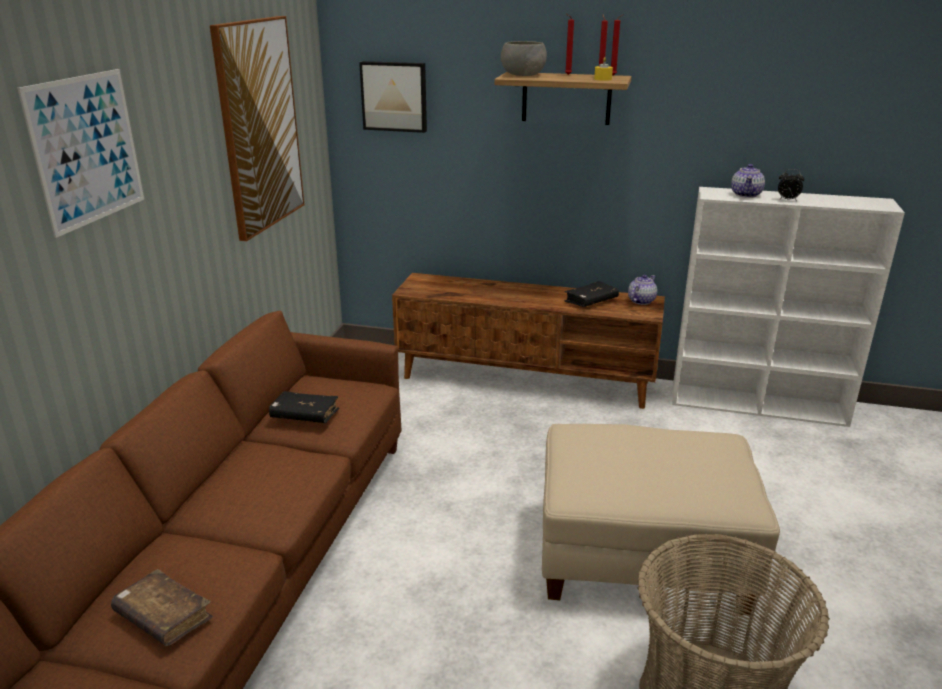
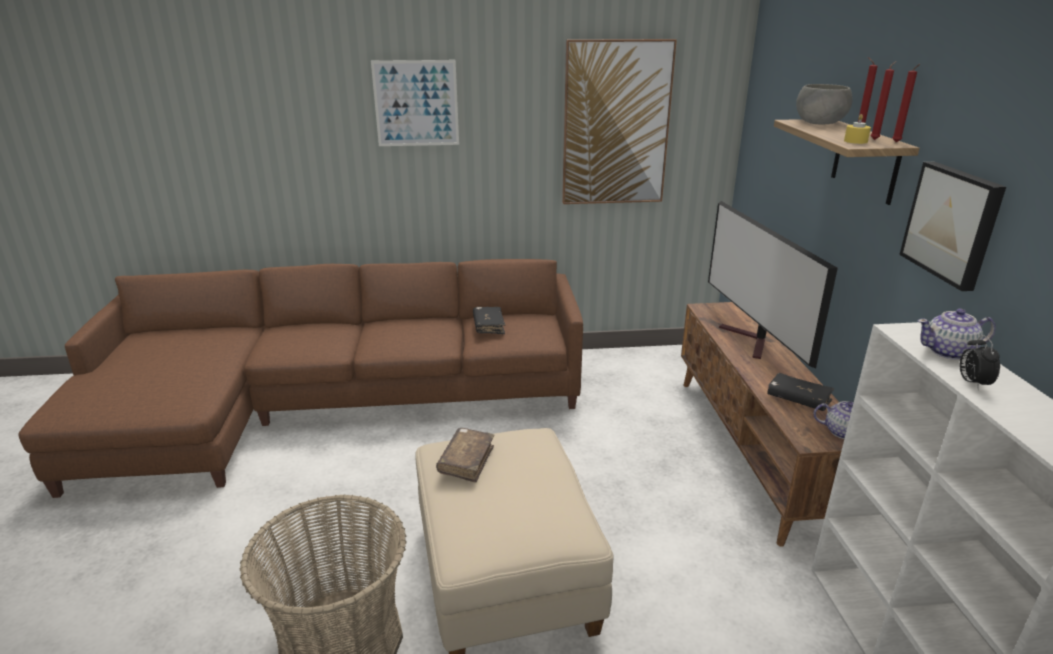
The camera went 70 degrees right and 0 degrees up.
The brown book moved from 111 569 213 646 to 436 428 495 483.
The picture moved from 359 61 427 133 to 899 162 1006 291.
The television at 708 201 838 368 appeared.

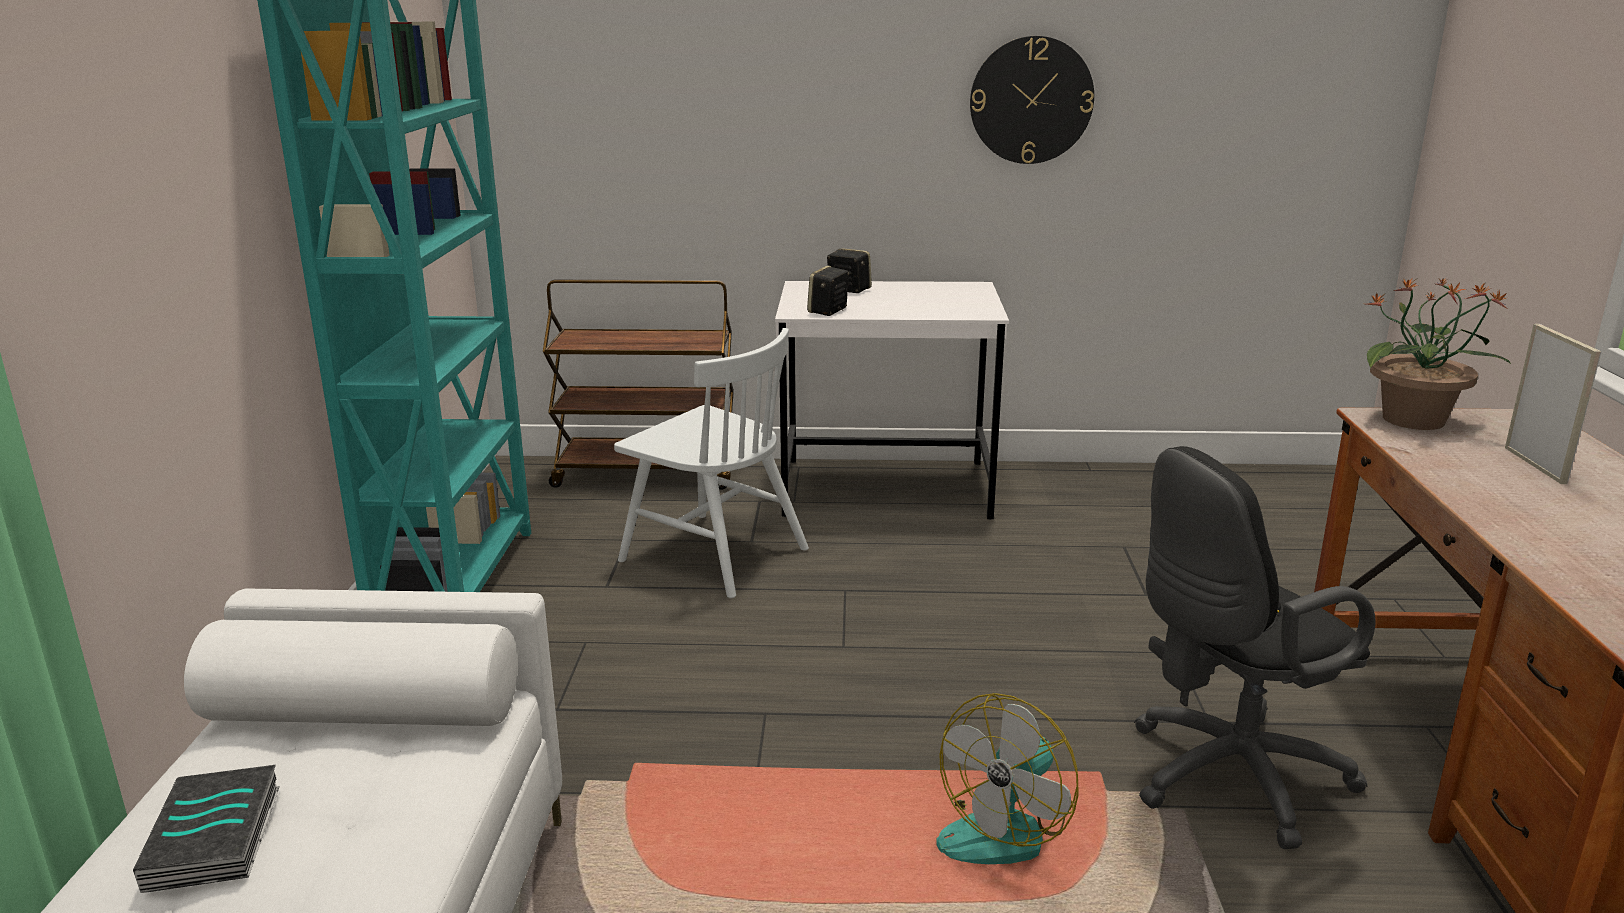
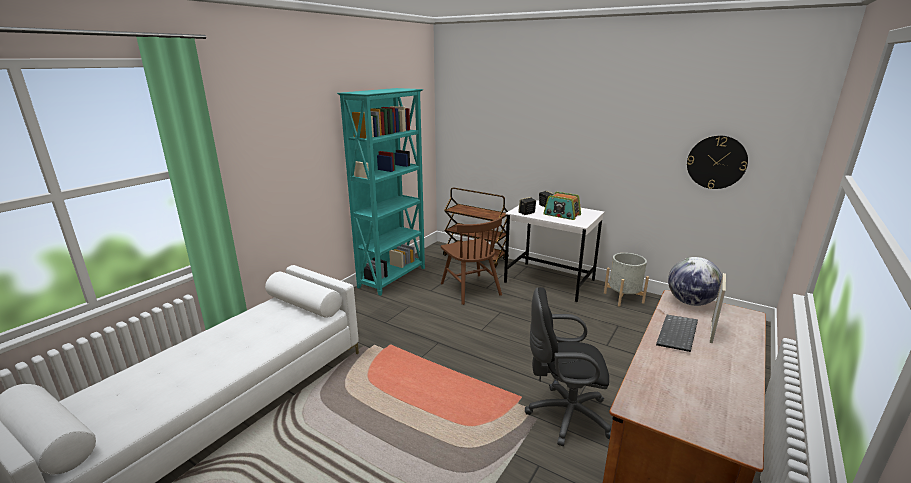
The camera went 30 degrees right and 0 degrees up.
The book at 133 765 280 893 disappeared.
The white chair at 614 328 809 598 became the brown chair at 441 217 502 305.
The fan at 936 693 1079 864 disappeared.
The wall clock moved from 970 36 1094 164 to 687 136 748 189.
The potted plant at 1366 277 1512 430 was replaced by the globe at 668 257 722 306.
The radio at 543 192 581 220 appeared.
The grey planter at 604 253 649 307 appeared.
The keyboard at 656 315 698 352 appeared.

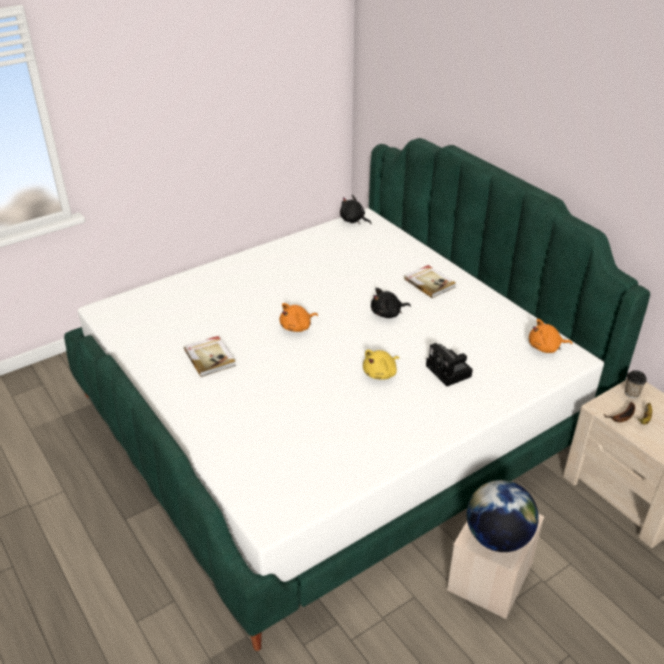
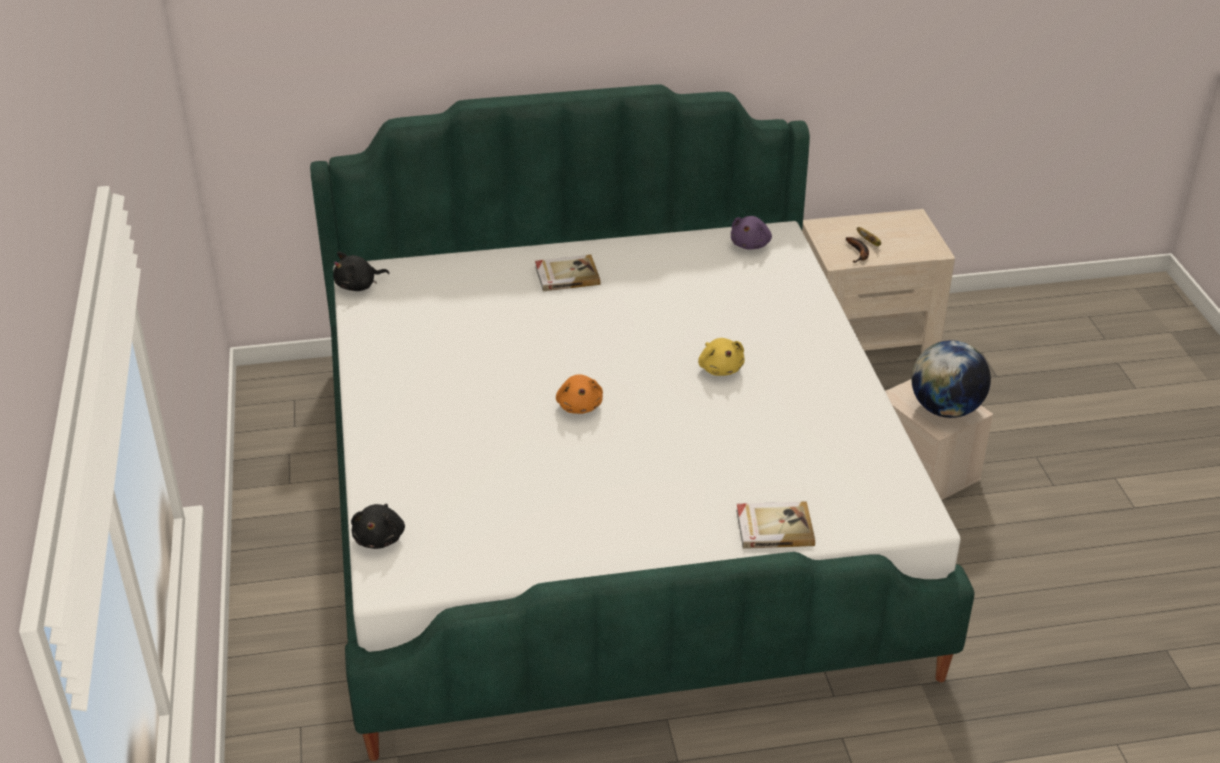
The camera went 65 degrees left and 0 degrees up.
The book moved from 184 336 236 377 to 736 501 815 549.
The black plush toy moved from 371 288 411 318 to 351 504 405 549.
The photo camera at 426 343 473 386 disappeared.
The orange plush toy at 529 319 572 353 became the purple plush toy at 731 216 772 250.
The cup at 625 370 647 398 disappeared.

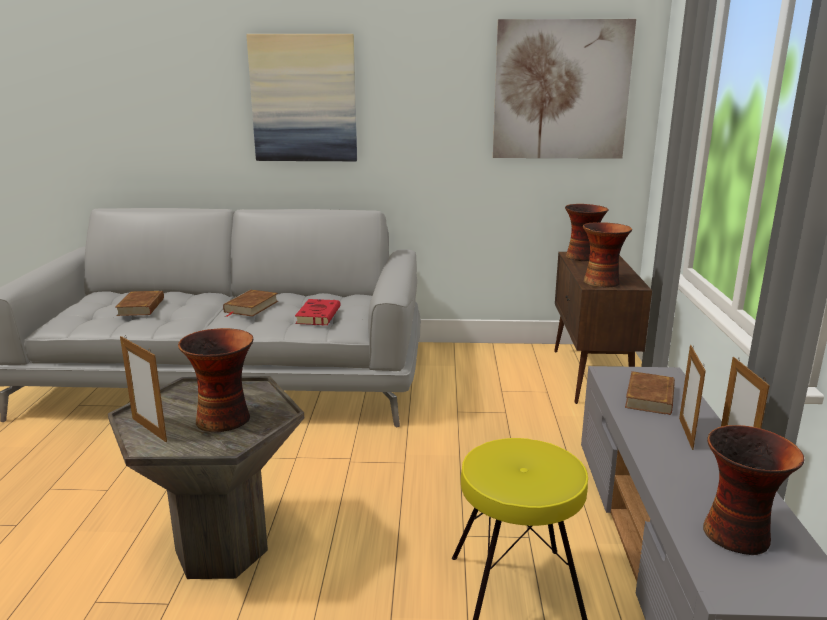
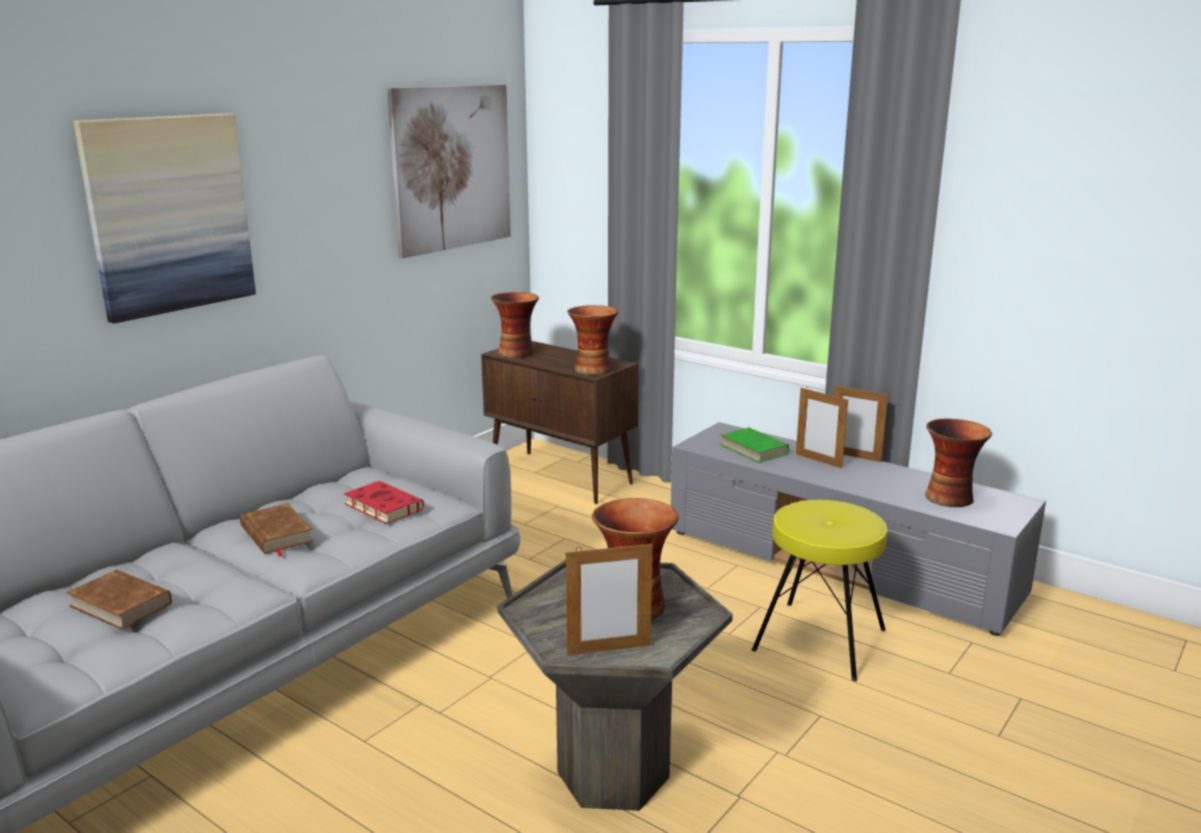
The camera went 55 degrees left and 0 degrees up.
The brown book at 625 371 675 415 became the green book at 720 427 789 463.

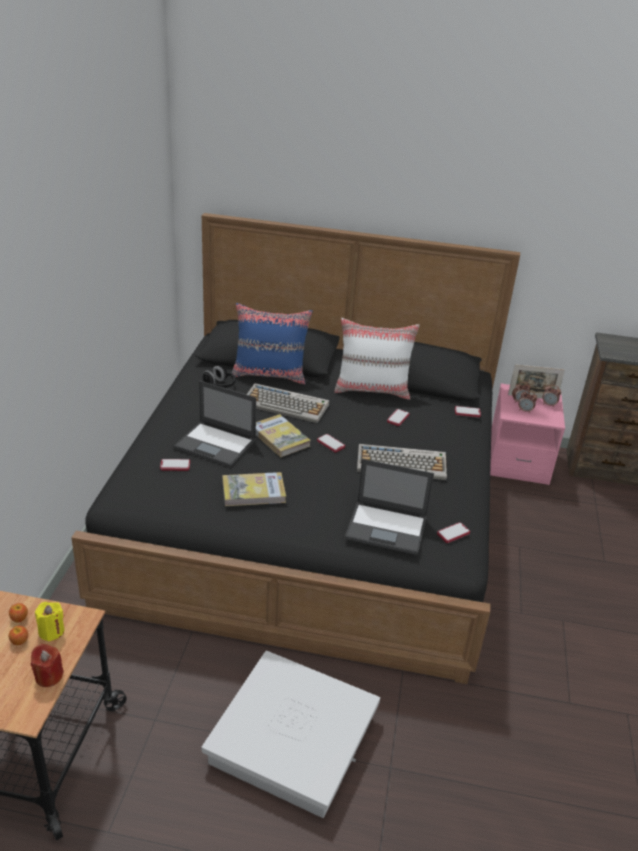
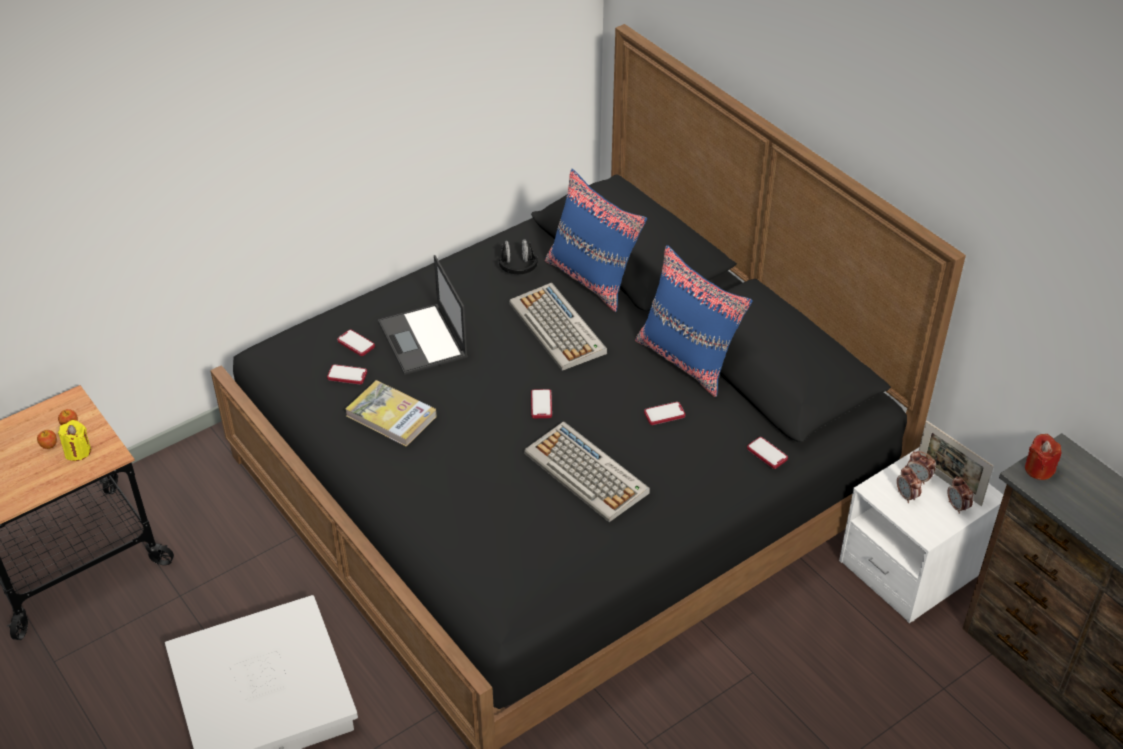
The camera went 45 degrees right and 10 degrees up.
The red candle moved from 31 644 64 687 to 1025 434 1062 480.
The book at 256 414 311 457 disappeared.
The white pillow at 334 318 419 400 became the blue pillow at 635 245 753 397.
The laptop at 345 459 434 555 disappeared.
The phone moved from 437 522 470 543 to 327 365 367 384.
The pink nightstand at 490 383 565 485 became the white nightstand at 839 448 1003 623.

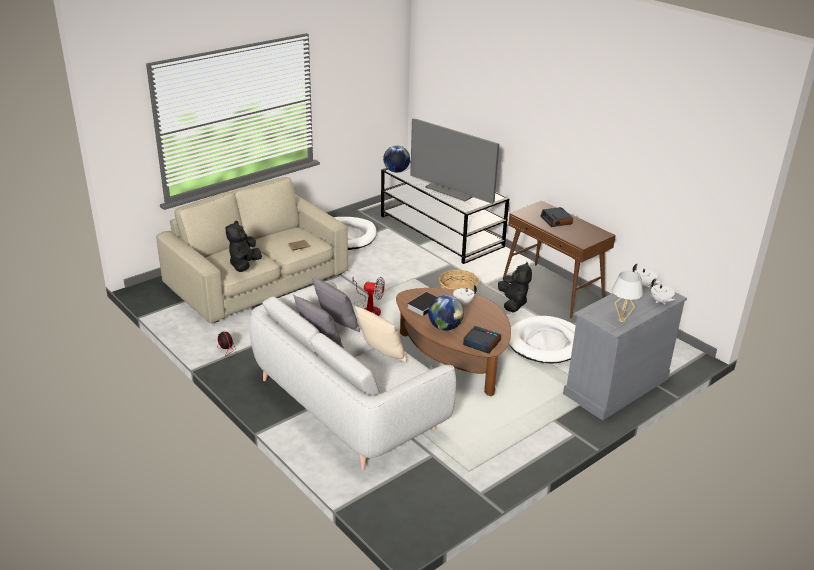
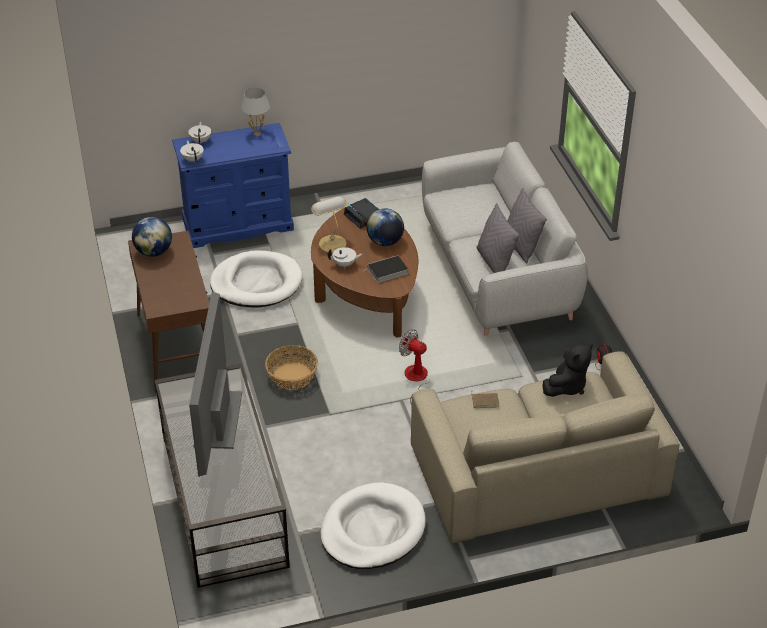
The camera went 155 degrees left and 10 degrees up.
The beige pillow at 355 306 407 363 disappeared.
The globe moved from 383 145 410 173 to 132 217 172 257.
The television at 410 119 499 204 turned 150 degrees counterclockwise.
The black plush toy at 498 262 532 312 disappeared.
The alarm clock at 541 207 573 227 disappeared.
The grey dresser at 563 283 687 420 became the blue dresser at 172 123 294 248.
The table lamp at 311 196 350 253 appeared.

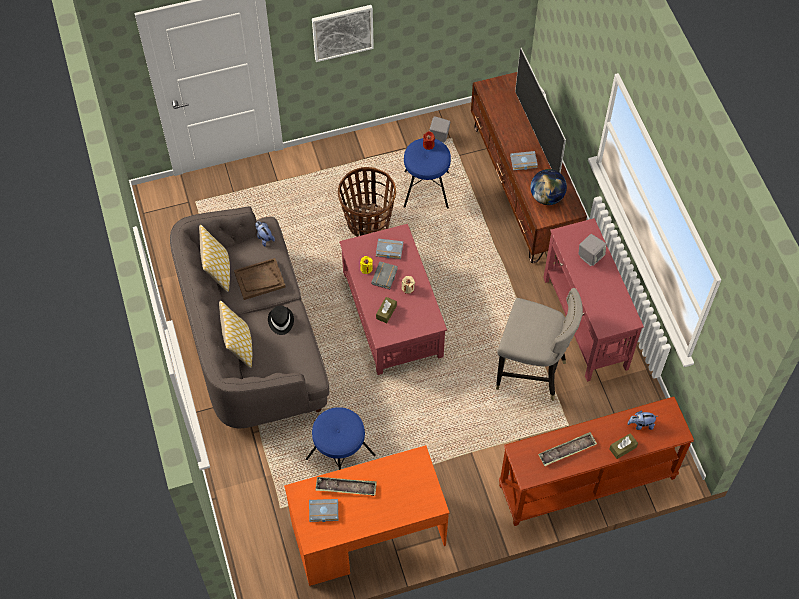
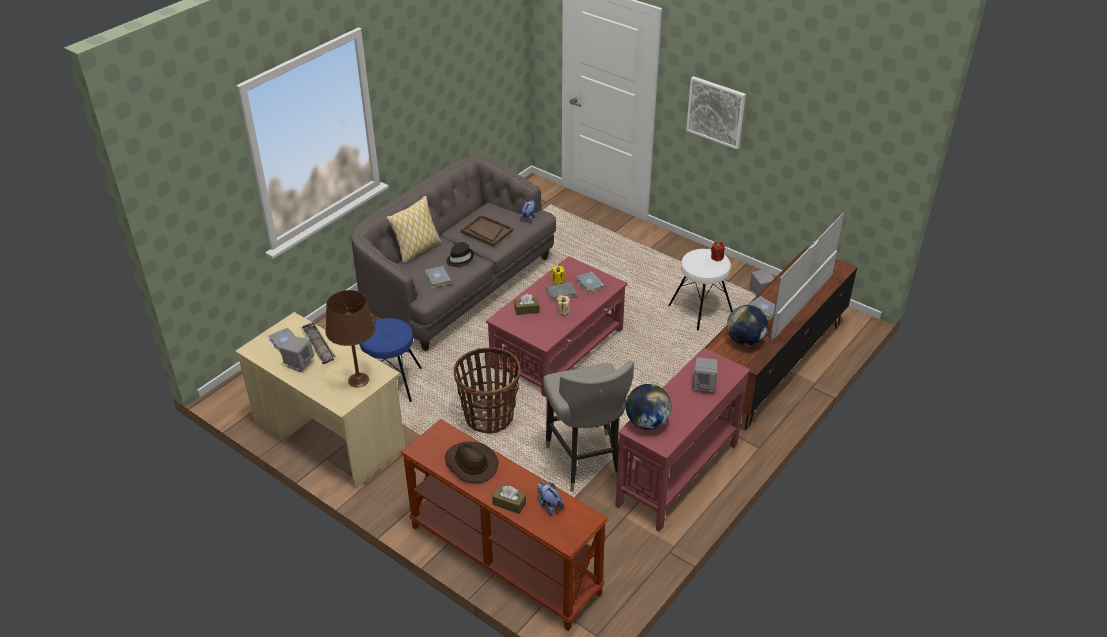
The camera went 55 degrees right and 20 degrees down.
The pillow at 199 225 230 292 disappeared.
The orange desk at 284 445 449 586 became the beige desk at 235 312 405 489.
The basket moved from 338 167 396 237 to 454 347 521 434.
The blue stool at 404 138 451 208 became the white stool at 668 249 733 330.
The tray at 538 432 597 466 was replaced by the brown hat at 445 442 499 483.
The grey speaker at 280 336 314 372 appeared.
The brown table lamp at 326 290 376 387 appeared.
The grey book at 425 266 452 288 appeared.
The globe at 626 384 672 430 appeared.

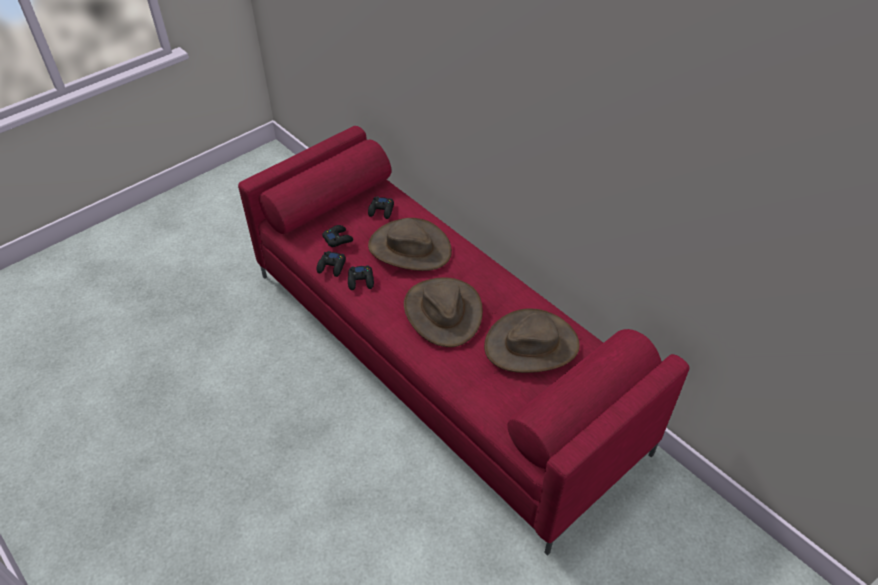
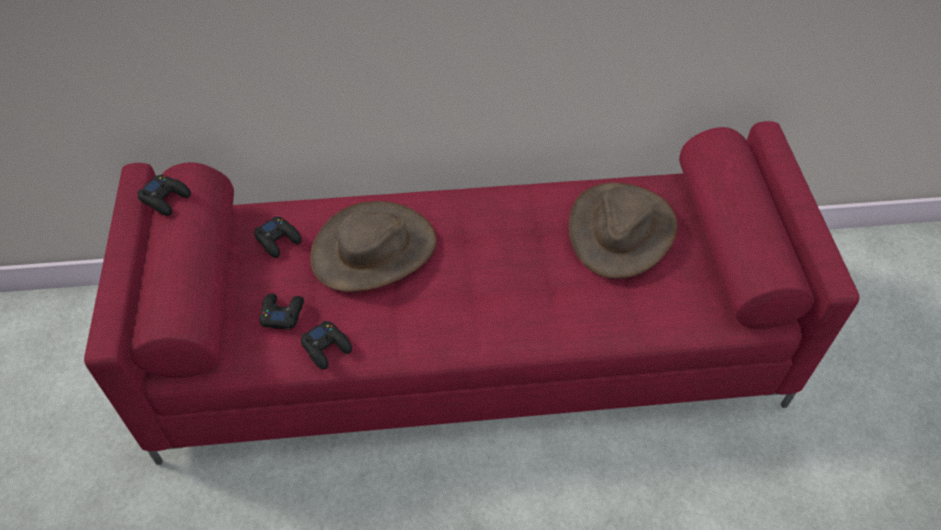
The camera went 55 degrees left and 5 degrees up.
The black game controller moved from 348 265 374 290 to 137 175 191 216.
The brown hat at 404 277 483 347 disappeared.

